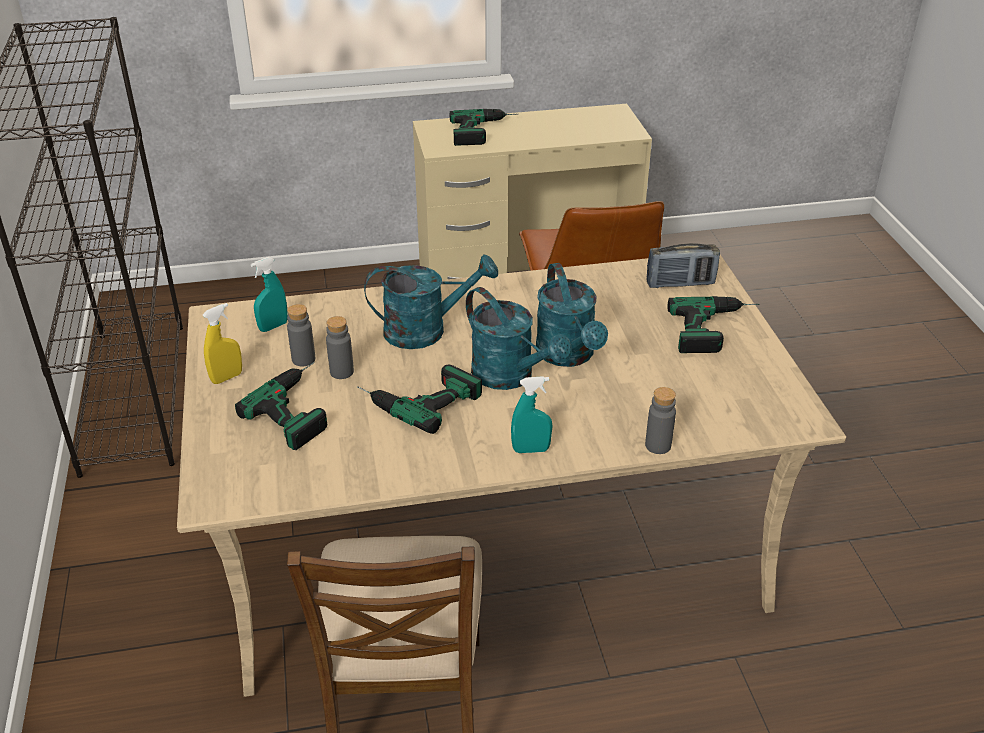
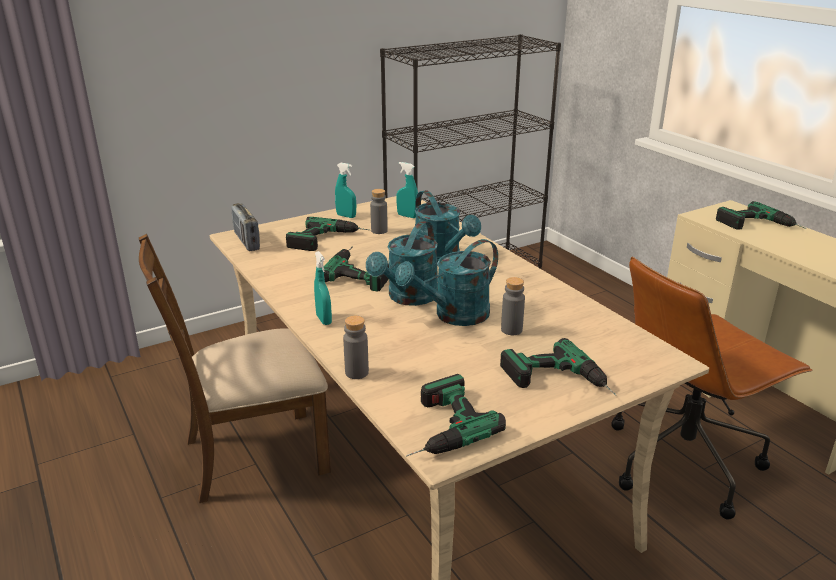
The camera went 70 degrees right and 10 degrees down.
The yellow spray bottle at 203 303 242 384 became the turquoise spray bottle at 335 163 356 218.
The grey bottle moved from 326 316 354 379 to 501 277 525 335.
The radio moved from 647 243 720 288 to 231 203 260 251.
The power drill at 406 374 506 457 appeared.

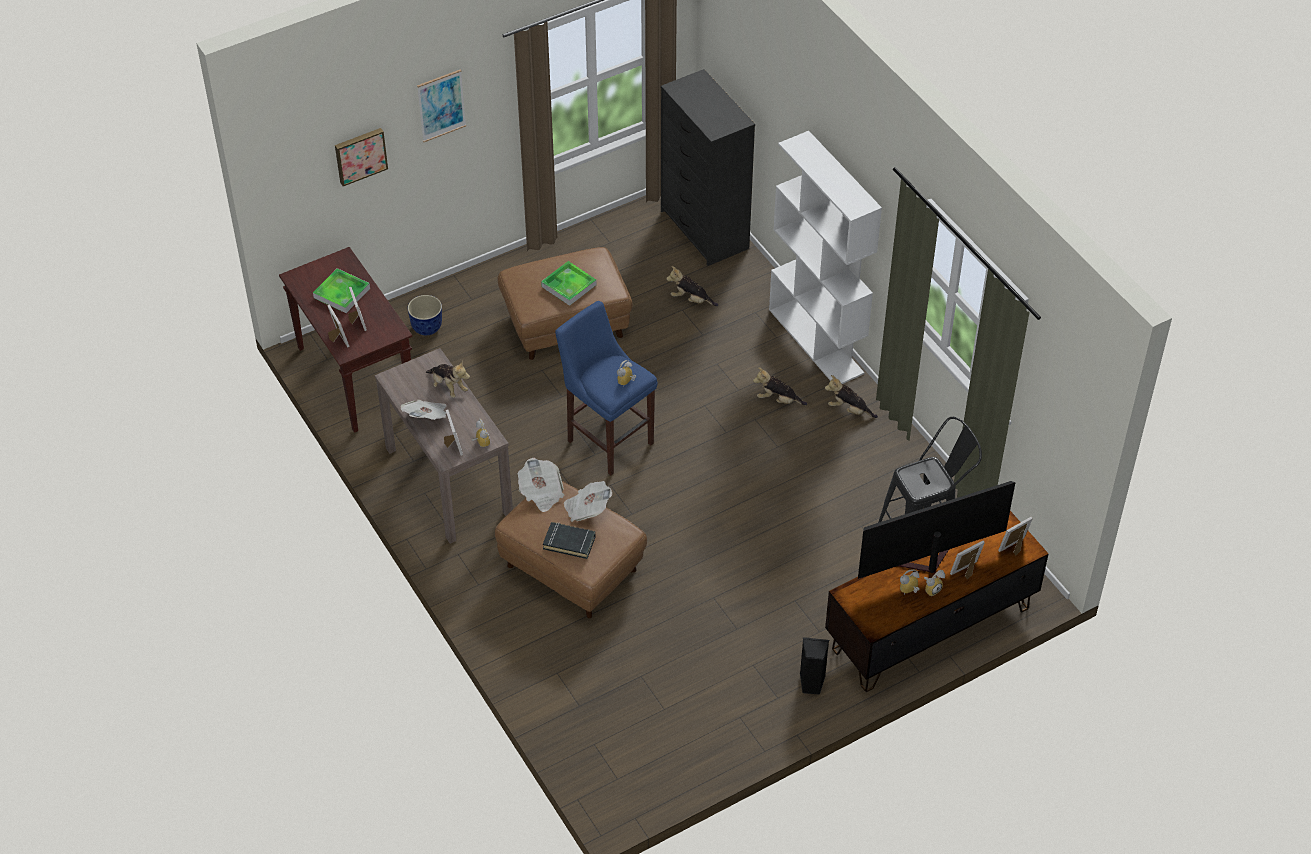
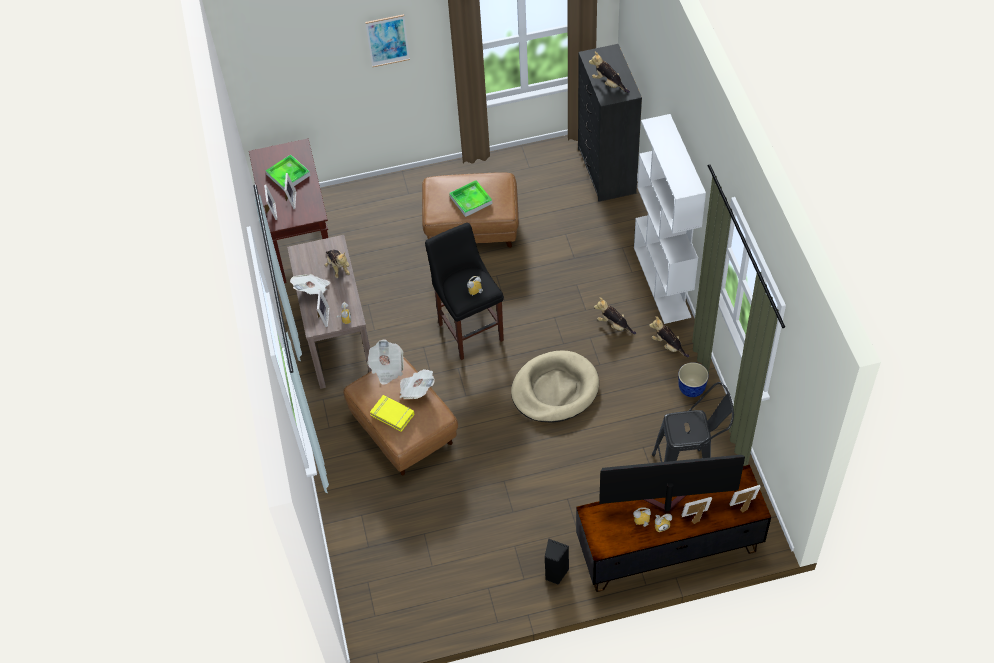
The camera went 20 degrees right and 5 degrees up.
The picture at 335 128 388 186 disappeared.
The planter moved from 408 295 442 335 to 678 362 709 397.
The black book at 543 522 595 559 became the yellow book at 370 395 414 432.
The blue stool at 555 301 658 476 became the black stool at 425 223 504 360.
The plush toy moved from 666 266 718 306 to 589 52 630 93.
The beige dog bed at 511 351 599 423 appeared.

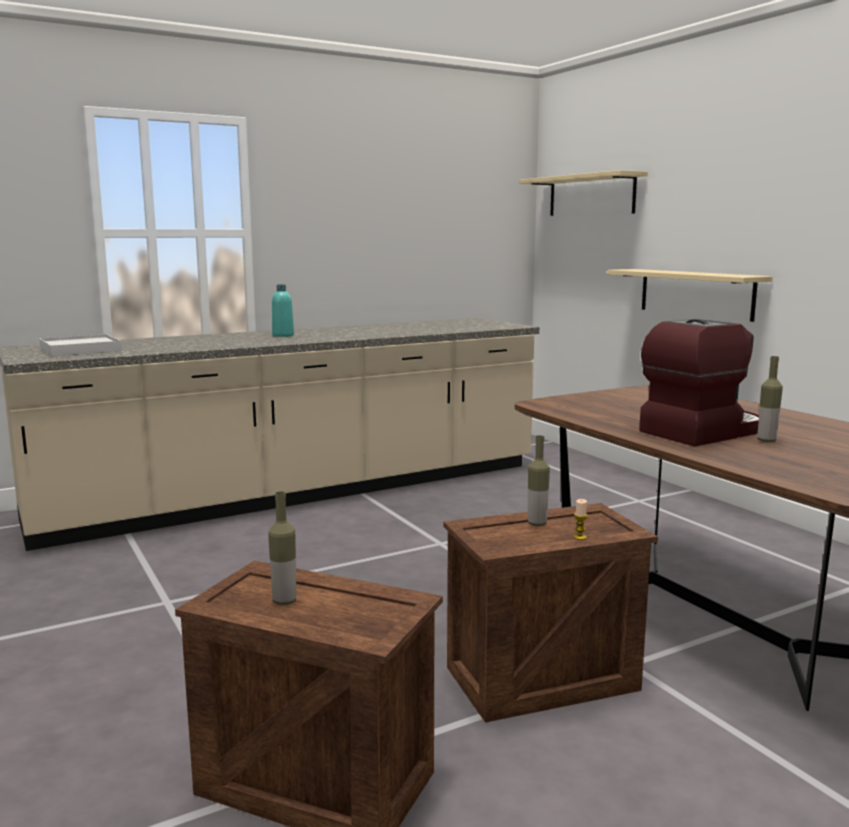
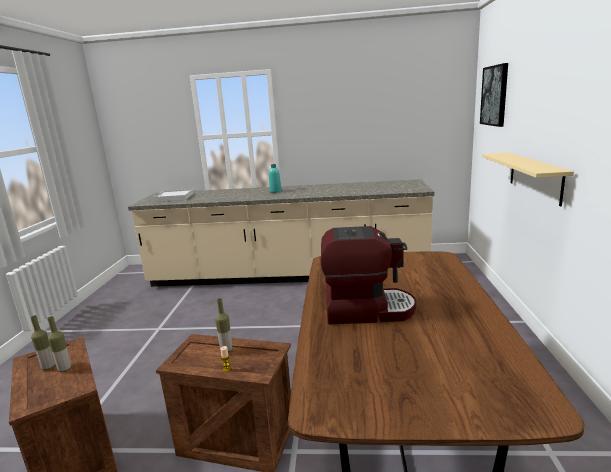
The camera went 35 degrees right and 5 degrees up.
The beige shelf at 519 170 648 216 was replaced by the picture at 480 63 508 127.
The bottle moved from 757 356 783 443 to 47 316 71 372.

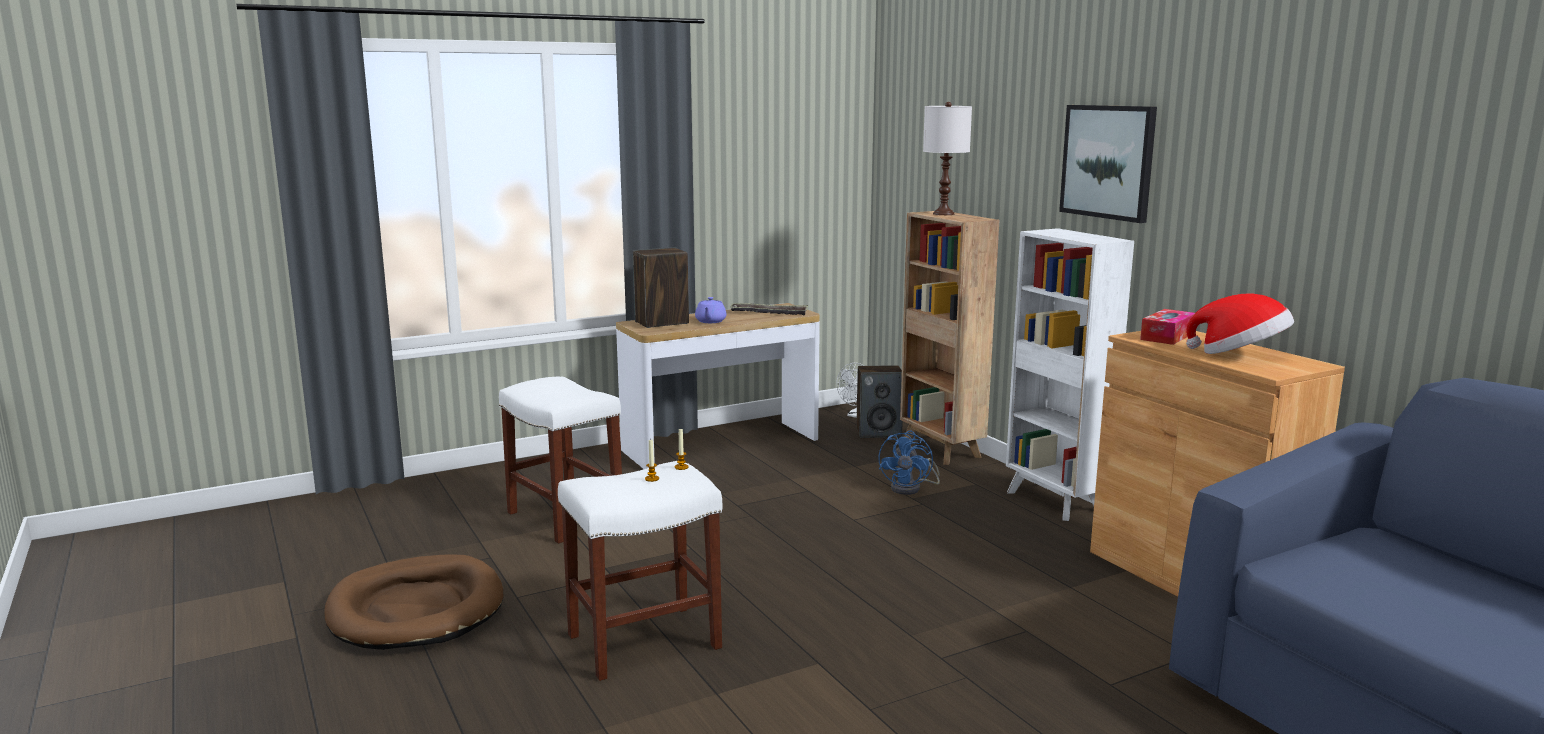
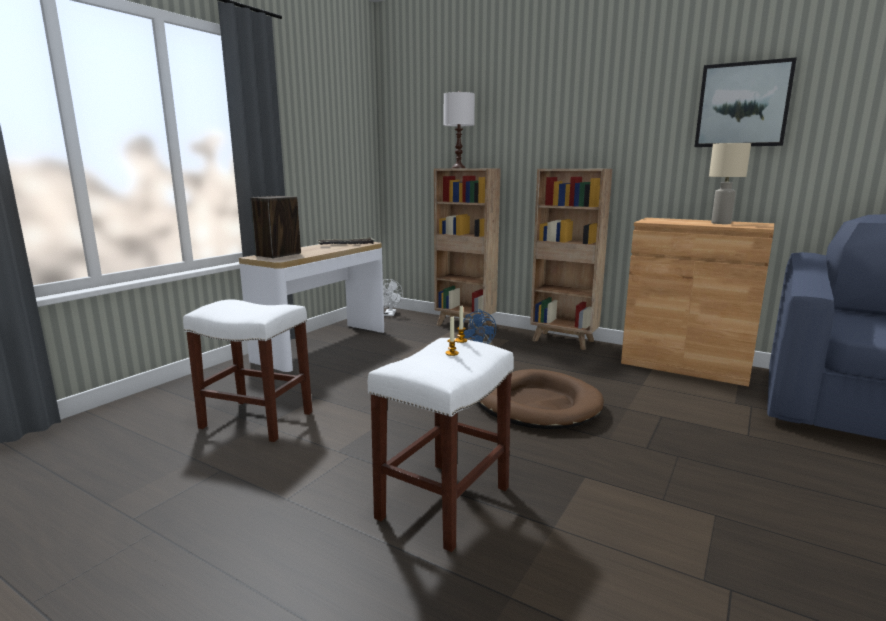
The camera went 30 degrees left and 0 degrees up.
The brown dog bed moved from 324 554 504 650 to 478 369 604 429.
The purple teapot at 695 297 727 323 disappeared.
The speaker at 856 365 903 438 disappeared.
The white bookcase at 1006 228 1134 521 became the brown bookcase at 530 169 612 350.
The picture moved from 1059 105 1157 223 to 695 57 797 147.
The tissue box at 1140 309 1195 345 disappeared.
The hat at 1186 293 1294 354 was replaced by the beige table lamp at 709 143 751 224.

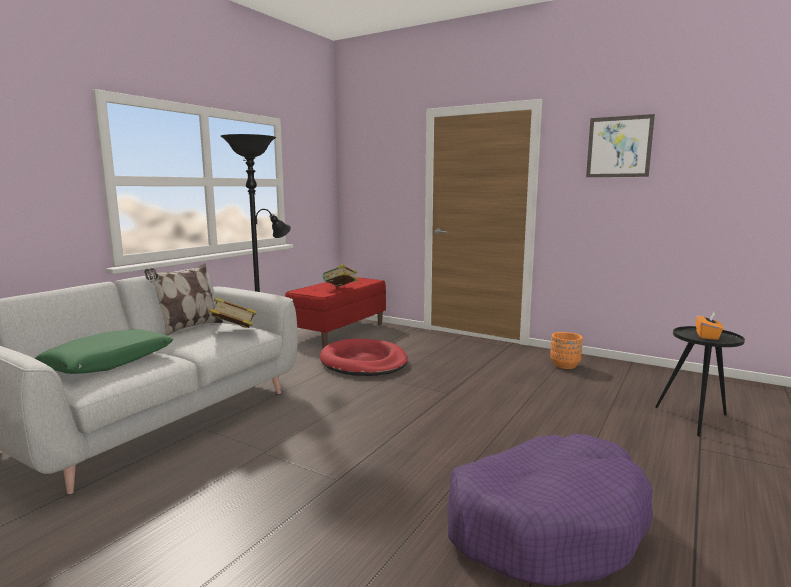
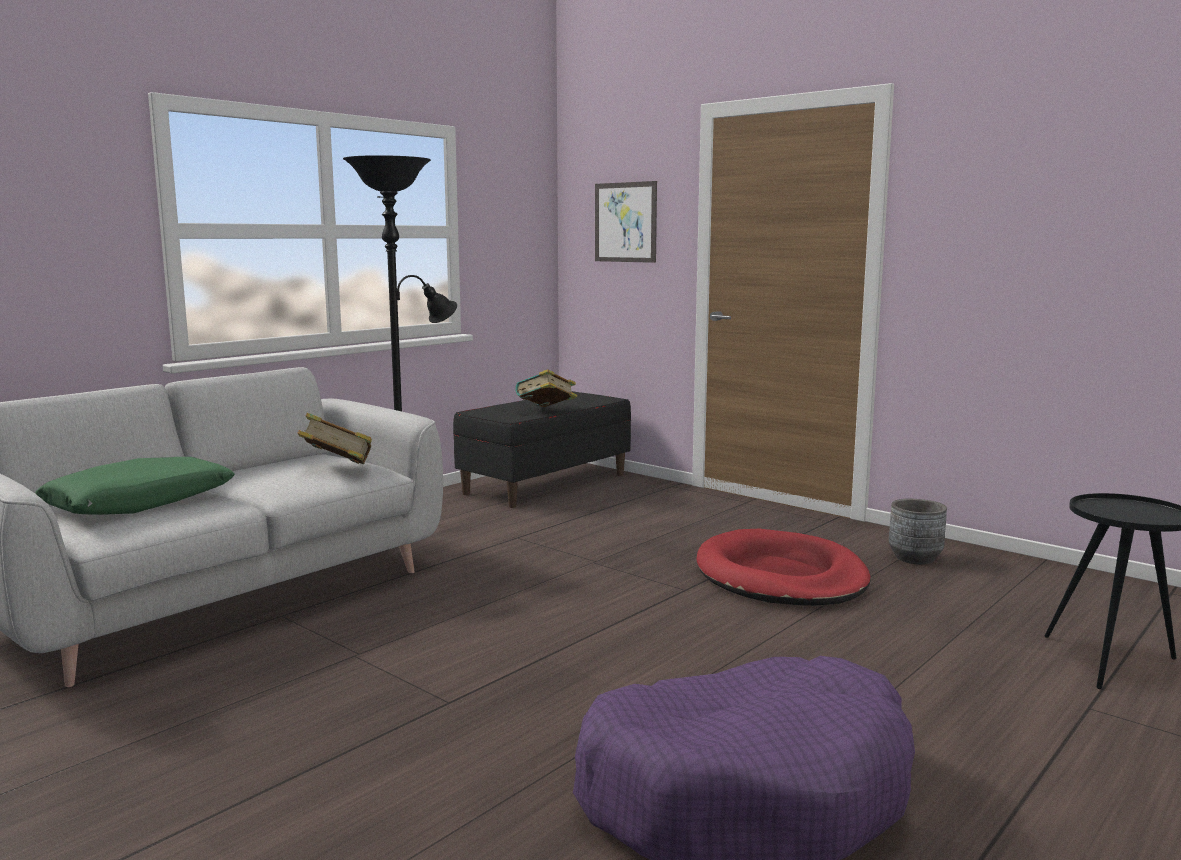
The camera went 10 degrees right and 0 degrees up.
The pillow at 144 264 223 336 disappeared.
The red bench at 285 277 386 348 became the black bench at 453 391 631 508.
The red dog bed moved from 320 338 408 376 to 696 529 871 606.
The orange planter at 550 332 583 369 became the grey planter at 889 498 947 565.
The picture moved from 586 114 655 177 to 595 181 657 263.
The orange tissue box at 696 312 723 340 disappeared.

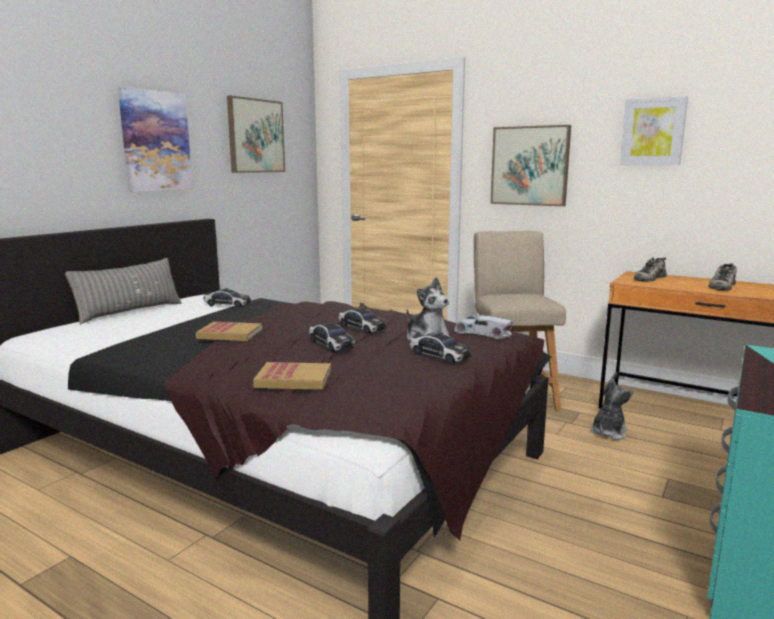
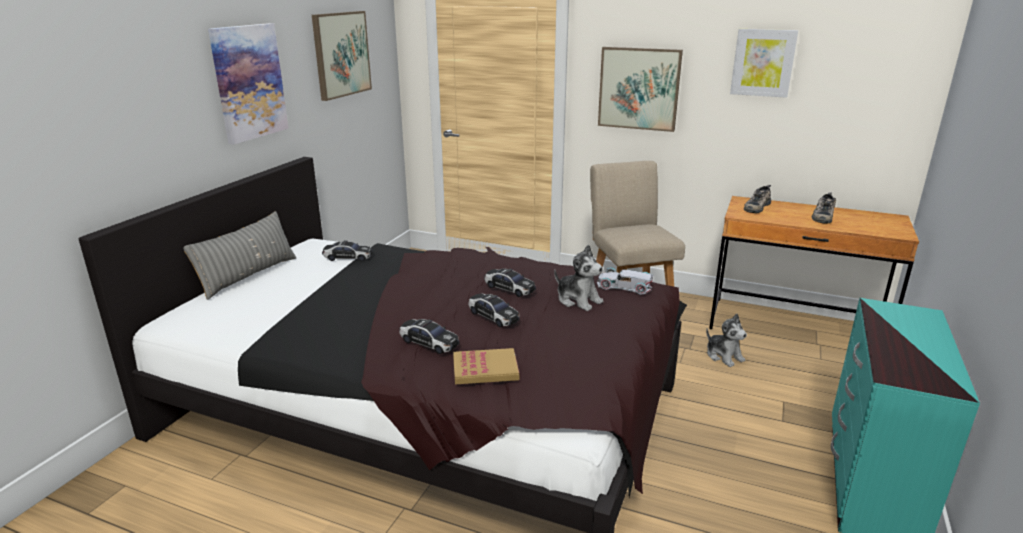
The camera went 10 degrees left and 10 degrees up.
The book at 196 321 262 341 disappeared.
The toy car moved from 409 332 471 364 to 399 319 460 354.
The plush toy at 590 378 633 440 turned 120 degrees clockwise.

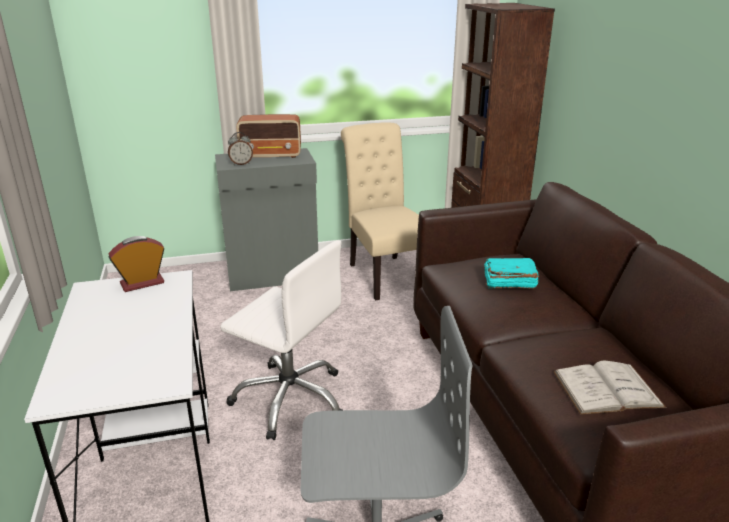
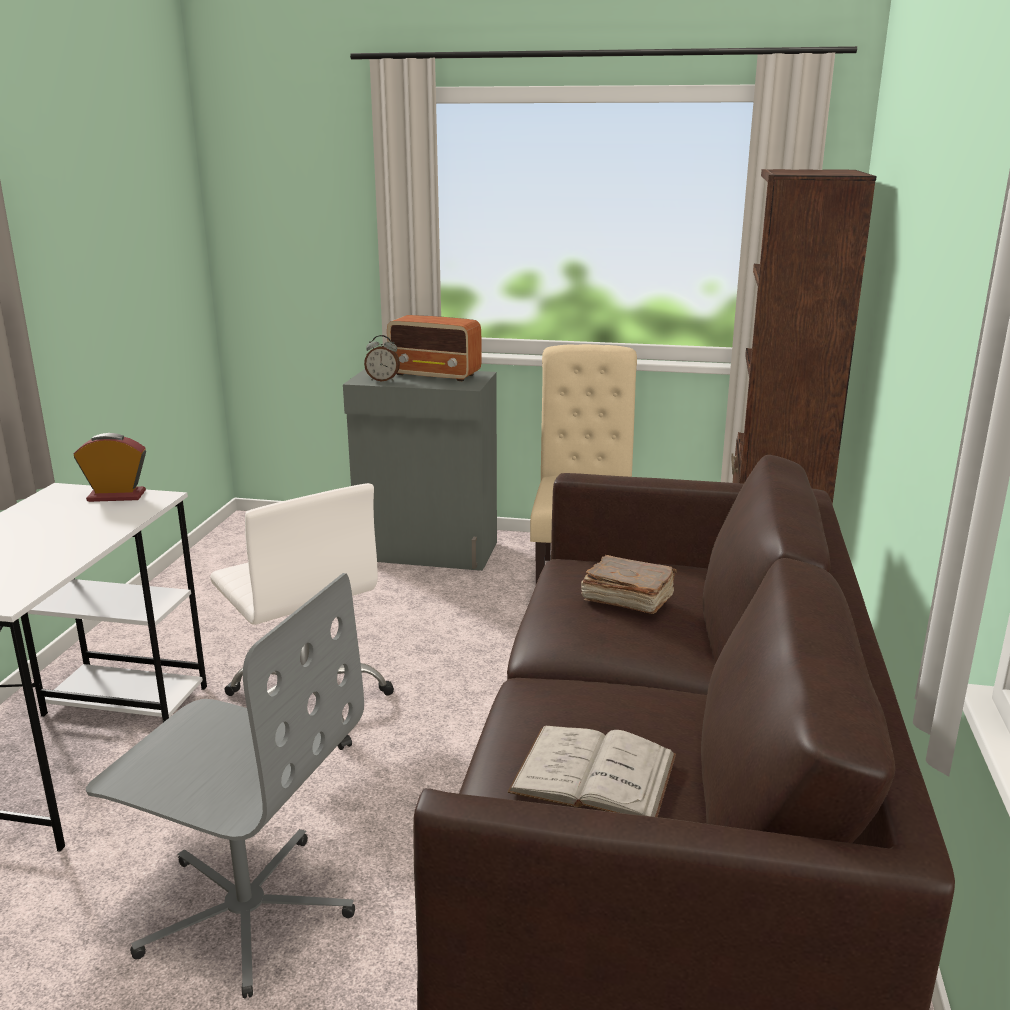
The camera went 25 degrees right and 5 degrees down.
The turquoise book at 484 258 539 288 became the brown book at 581 555 677 614.

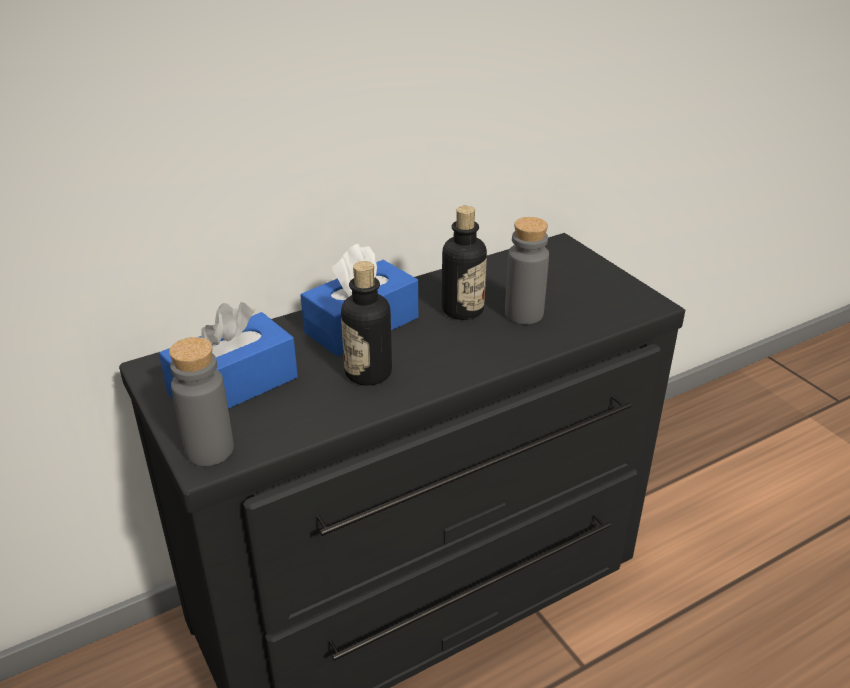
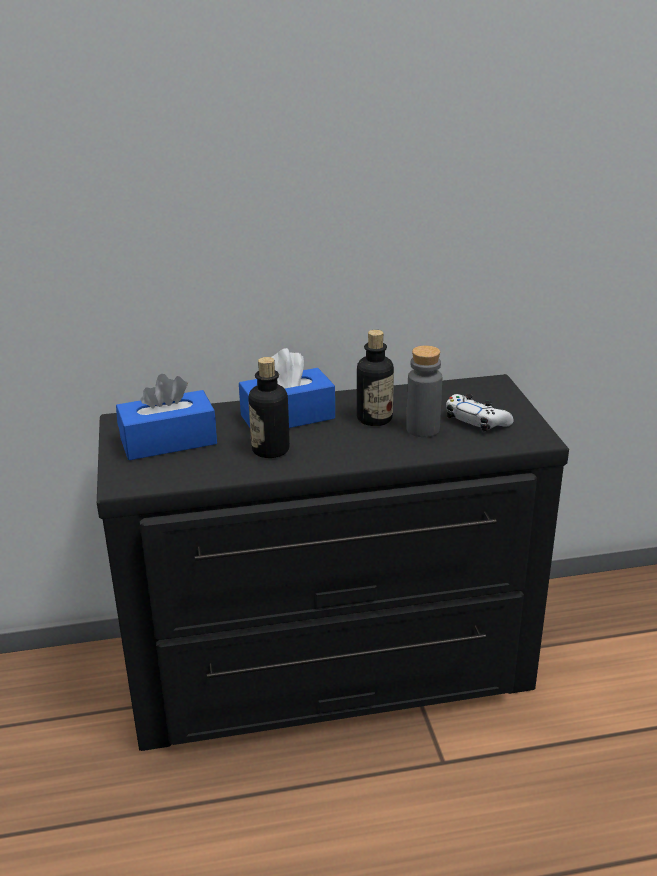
The camera went 20 degrees right and 5 degrees down.
The grey bottle at 169 337 234 466 disappeared.
The white game controller at 446 394 513 432 appeared.

